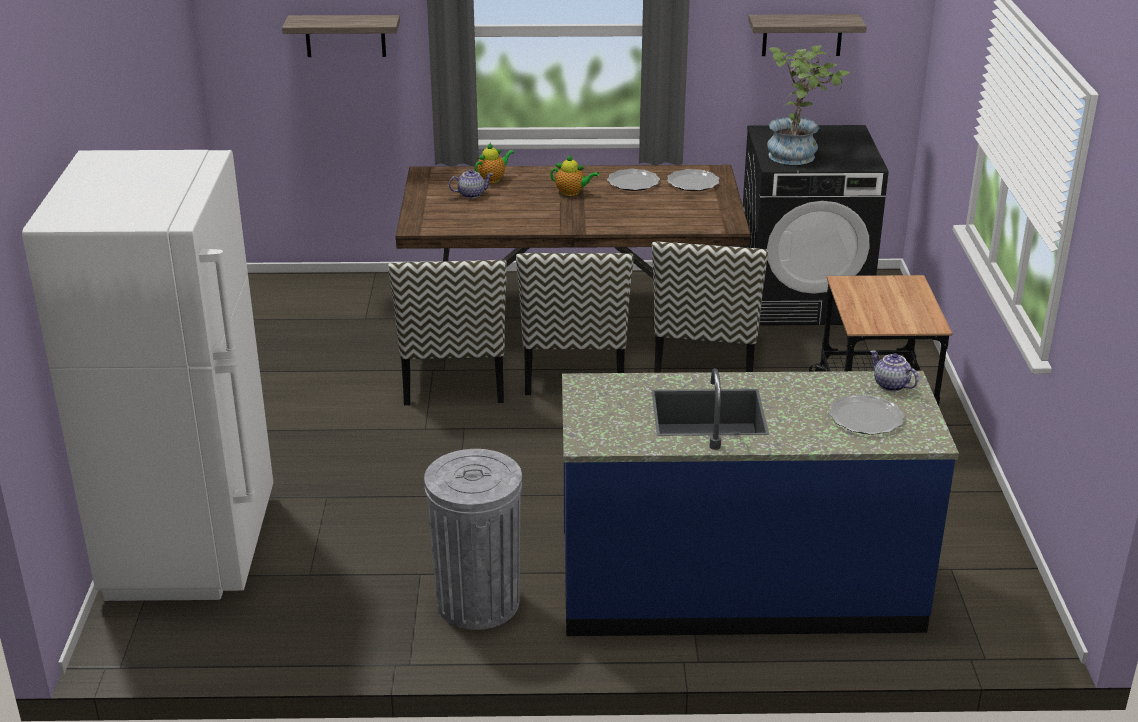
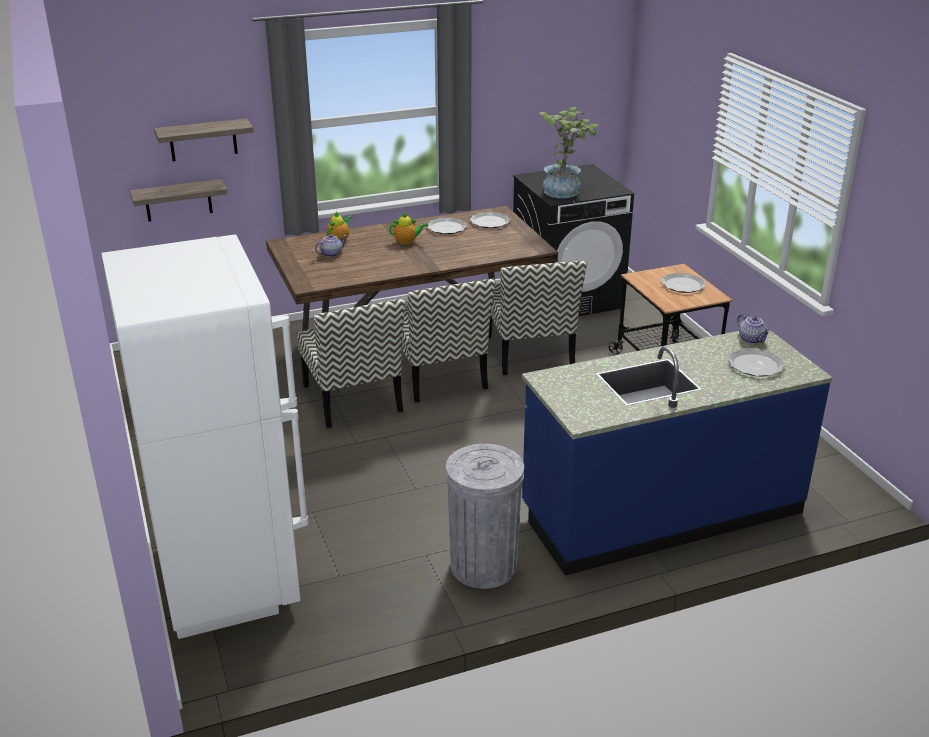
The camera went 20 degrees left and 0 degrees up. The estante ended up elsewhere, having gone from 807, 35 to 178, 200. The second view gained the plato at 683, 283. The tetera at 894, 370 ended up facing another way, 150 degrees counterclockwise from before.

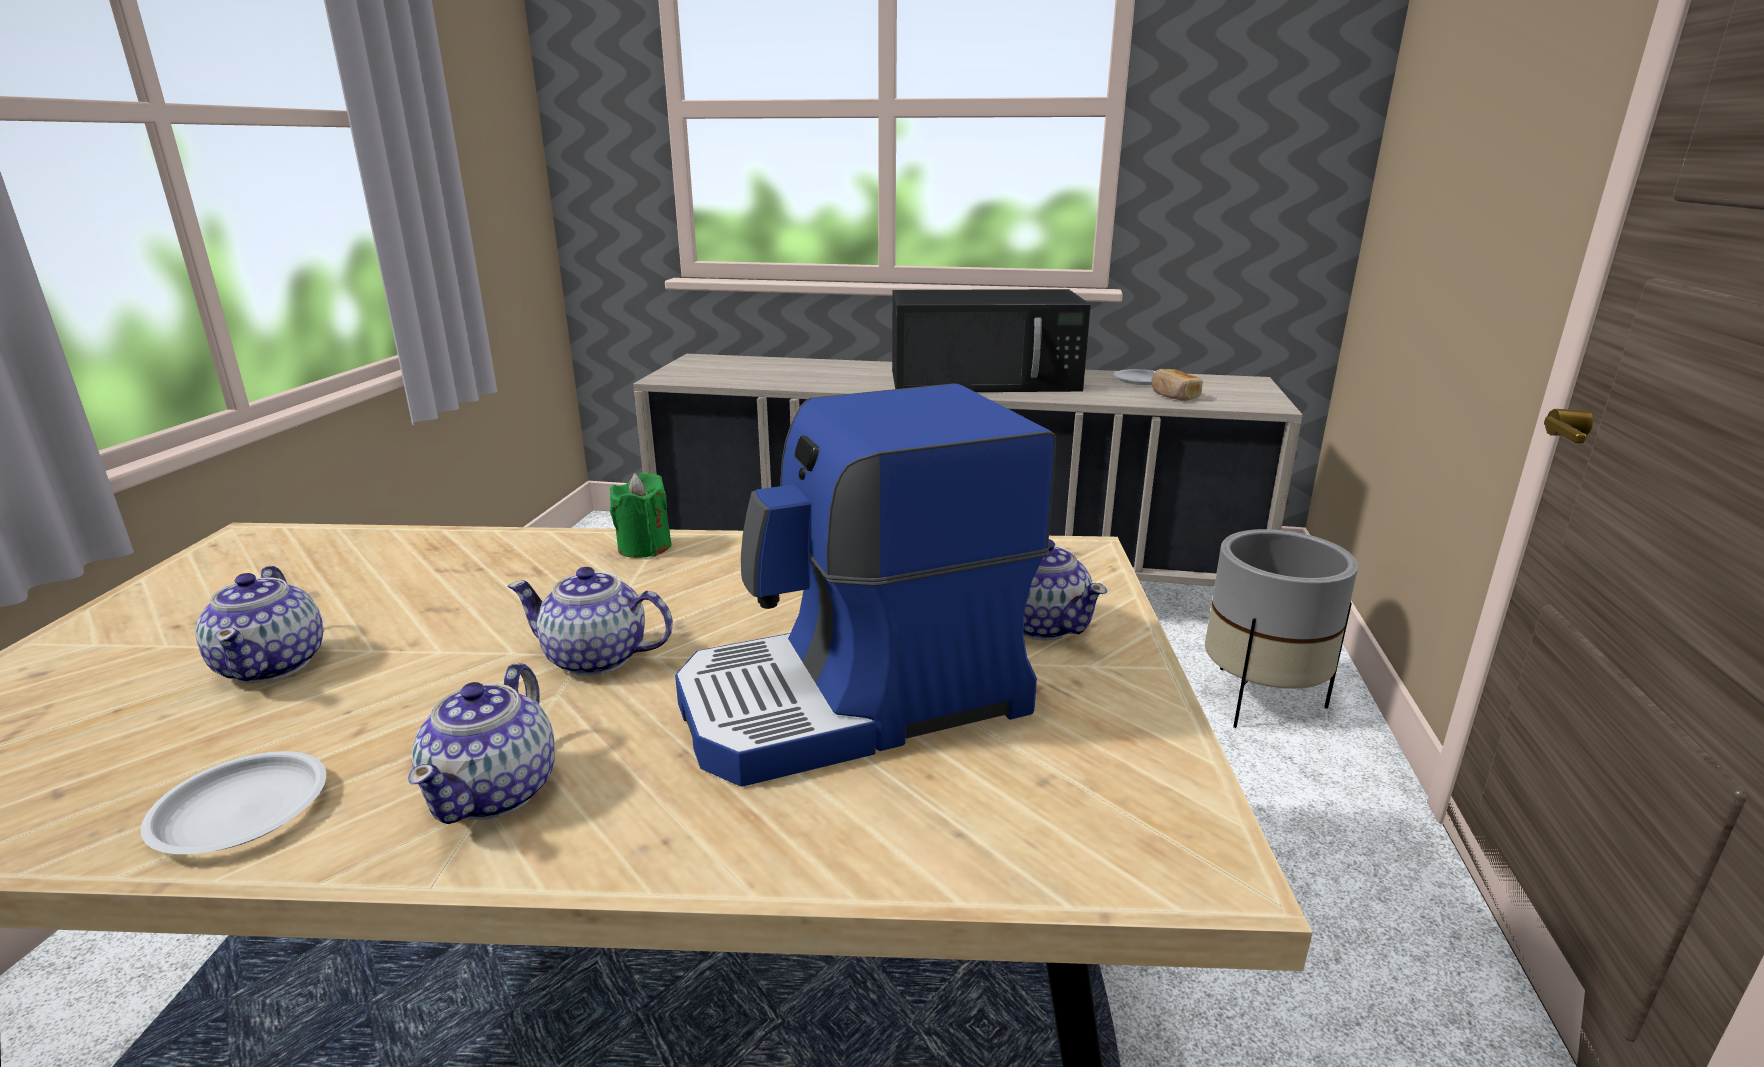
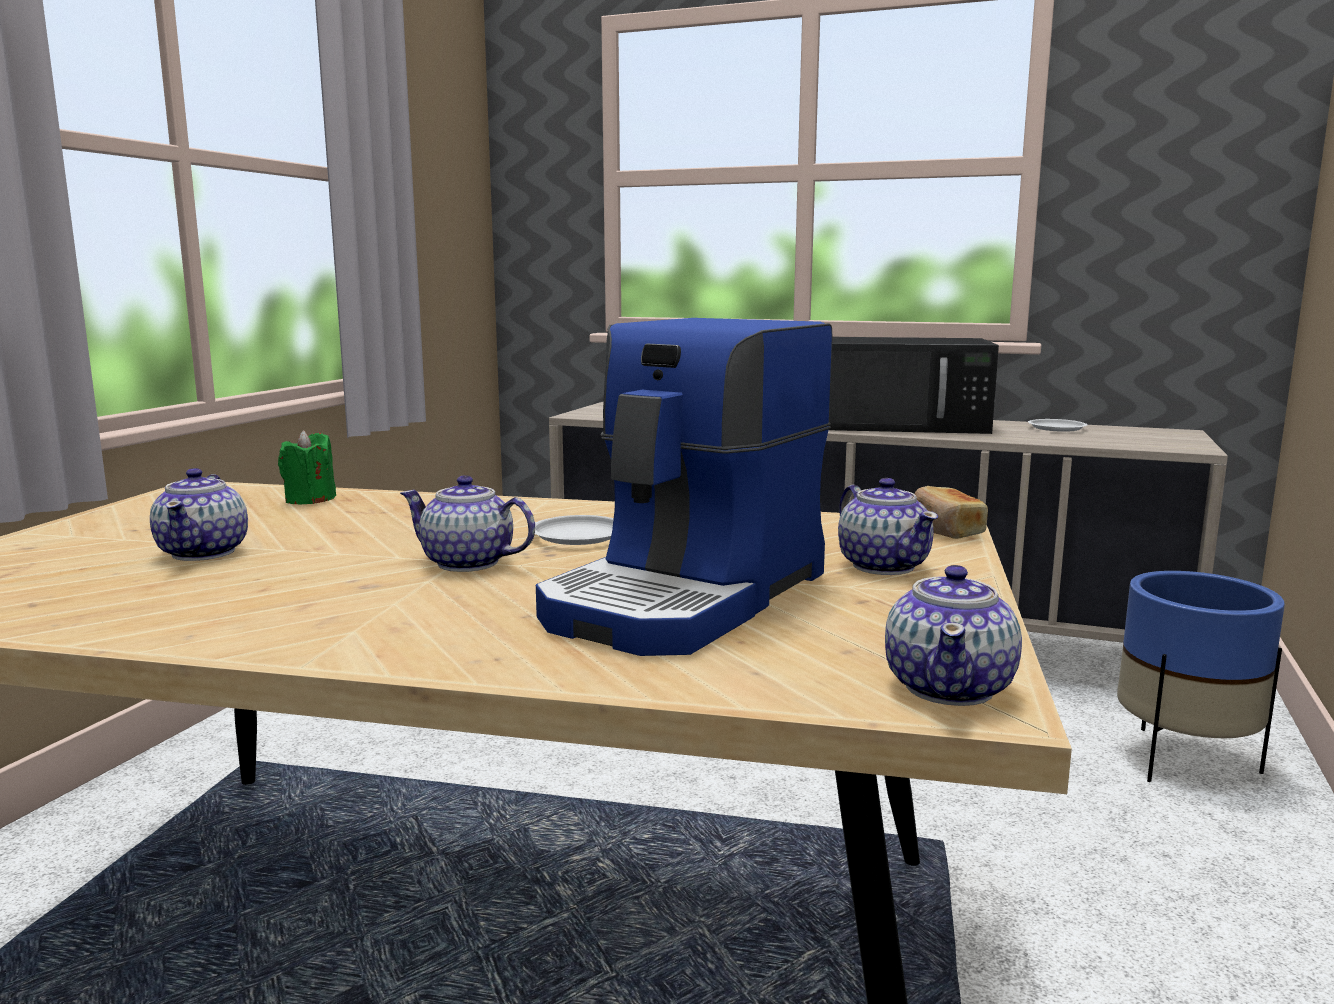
The camera went 10 degrees right and 10 degrees down. The vela/verde ended up elsewhere, having gone from 641, 515 to 307, 467. The plato/blanco ended up elsewhere, having gone from 233, 802 to 574, 530. The cafetera at 865, 585 ended up facing another way, 45 degrees counterclockwise from before. The tetera ended up elsewhere, having gone from 481, 743 to 953, 635. The pan ended up elsewhere, having gone from 1177, 385 to 951, 512. What was the maceta/gris at 1281, 628 turned into the maceta/azul at 1201, 676.

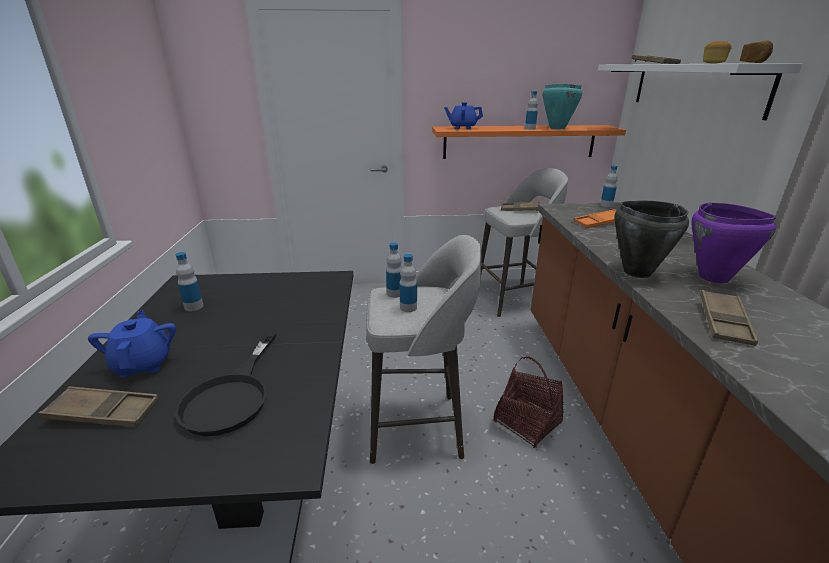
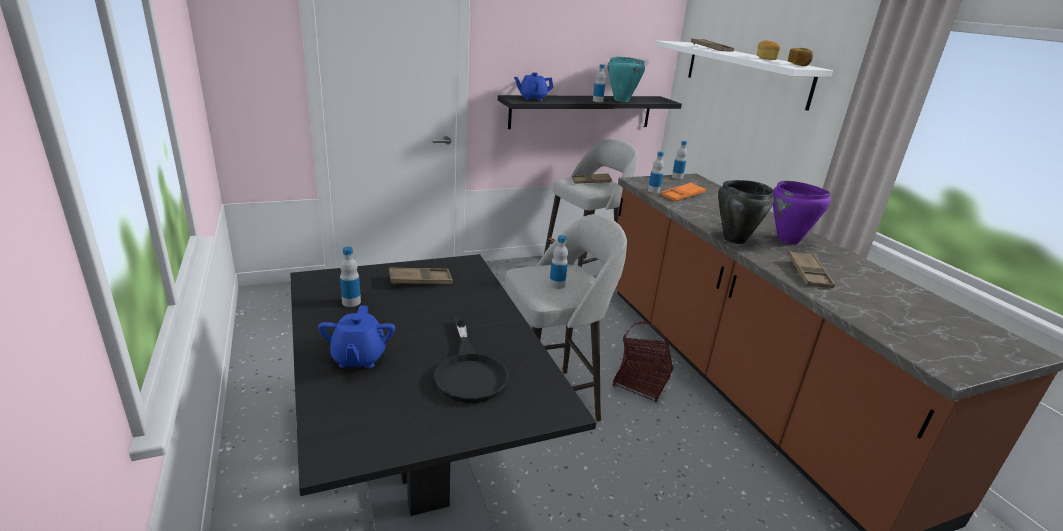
The camera went 20 degrees left and 0 degrees up. The tetera/azul at 132, 344 ended up facing another way, 150 degrees counterclockwise from before. The bandeja/marrón ended up elsewhere, having gone from 98, 406 to 421, 276. What was the estante/naranja at 529, 142 turned into the estante/negro at 590, 112. The botella ended up elsewhere, having gone from 394, 270 to 656, 172.

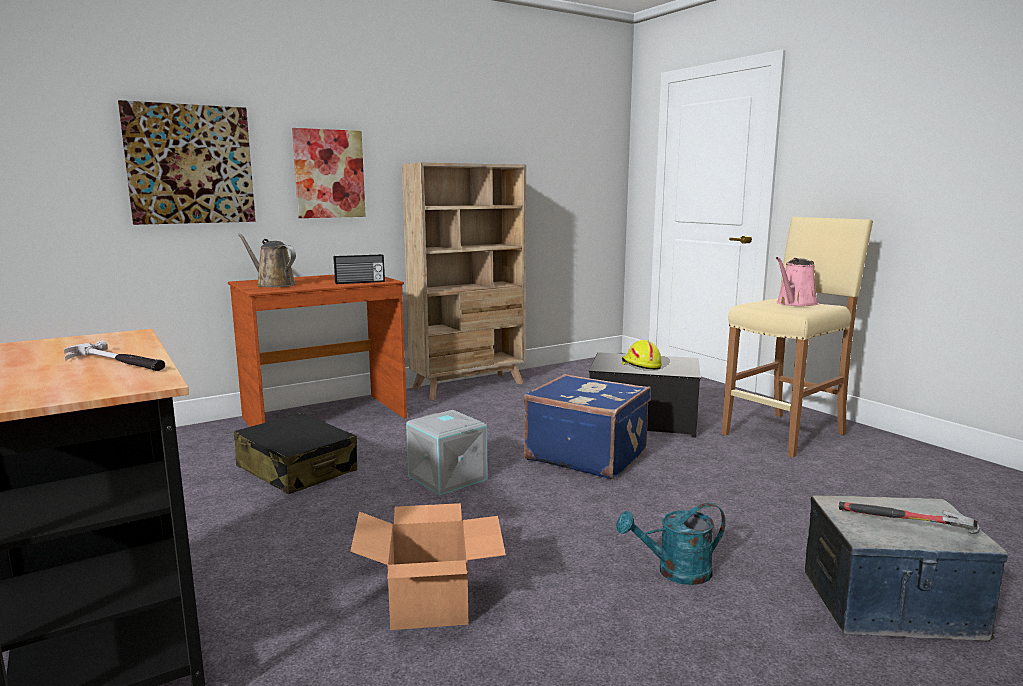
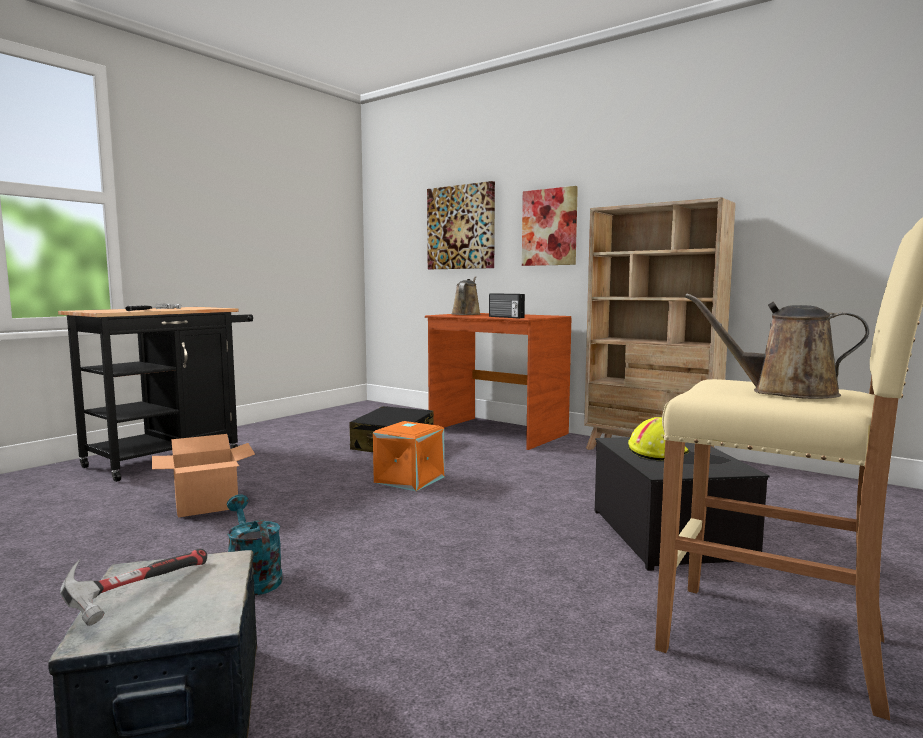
The camera went 70 degrees right and 5 degrees down. What was the caja de almacenaje/gris at 447, 453 turned into the caja de almacenaje/naranja at 409, 456. What was the regadera/rosa at 797, 281 turned into the regadera/marrón at 777, 346. The second view lost the maleta/azul at 587, 426.

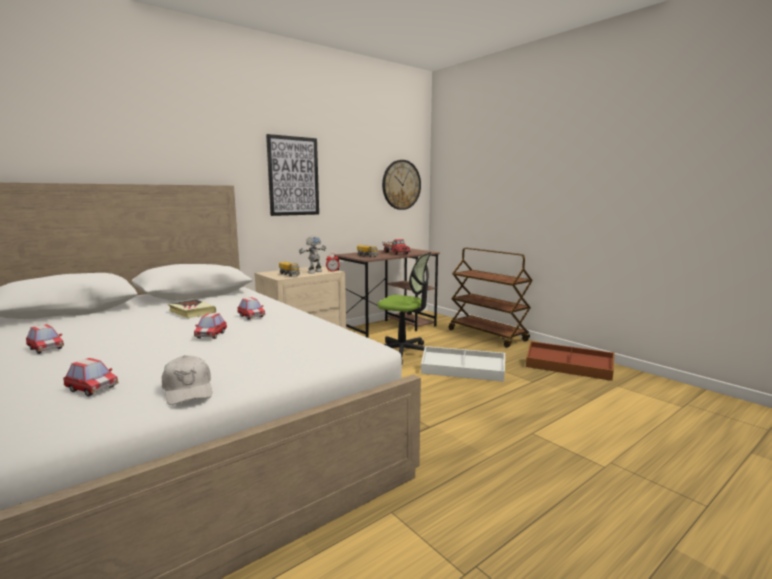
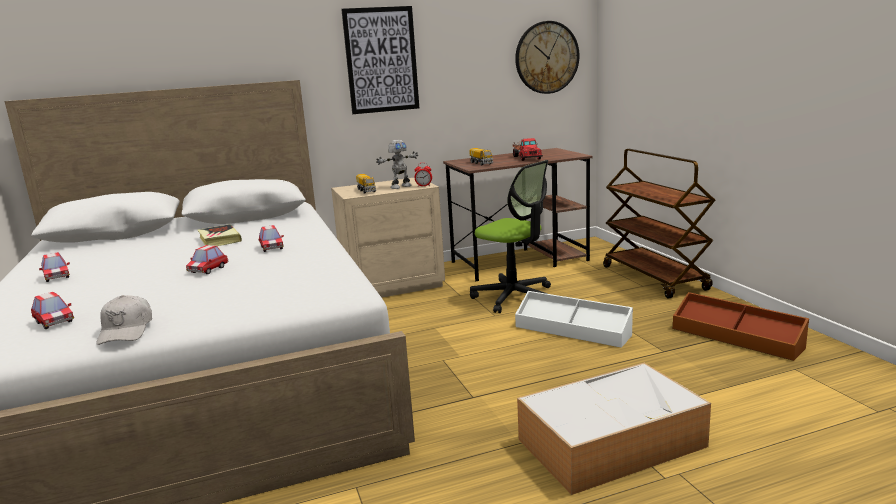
The camera went 20 degrees right and 5 degrees up. The second view gained the caja de almacenaje at 614, 429.

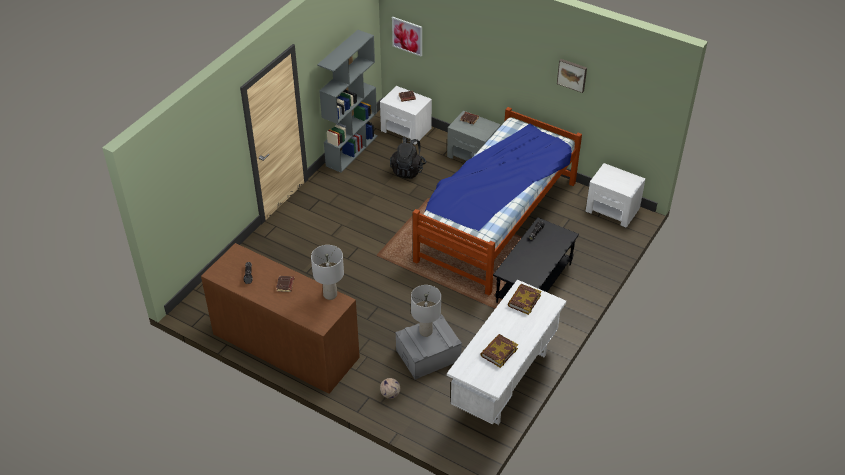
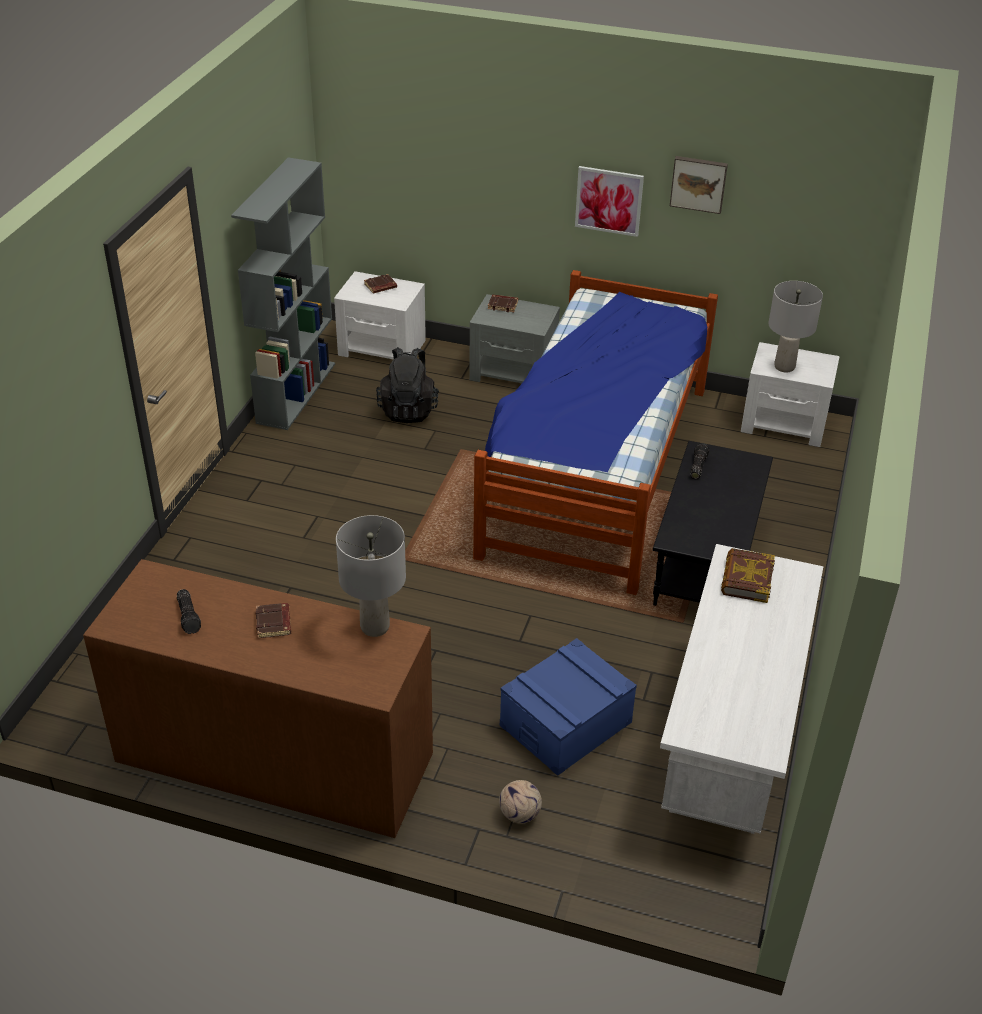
The camera went 15 degrees left and 5 degrees down. What was the caja de almacenaje/gris at 428, 346 turned into the caja de almacenaje/azul at 568, 707. The cuadro ended up elsewhere, having gone from 407, 37 to 609, 201. The lámpara de mesa/gris ended up elsewhere, having gone from 426, 311 to 795, 326. The second view lost the libro at 499, 351.

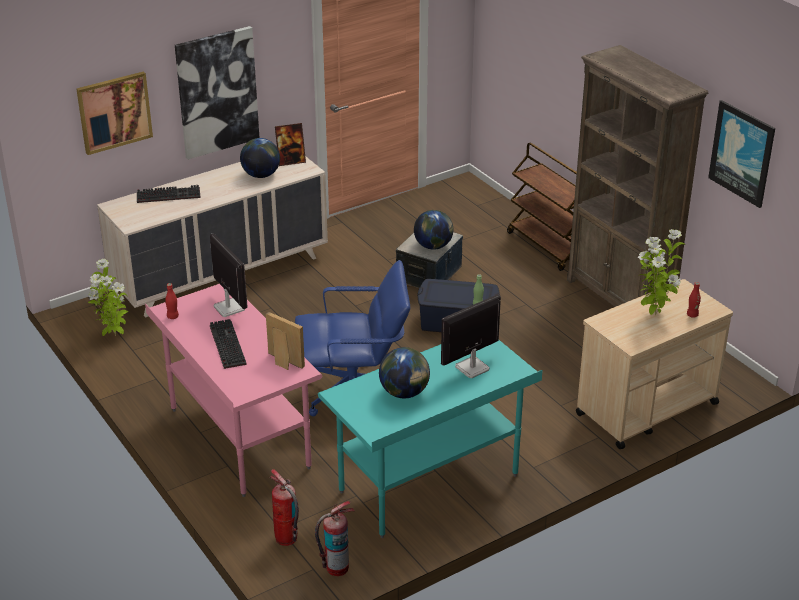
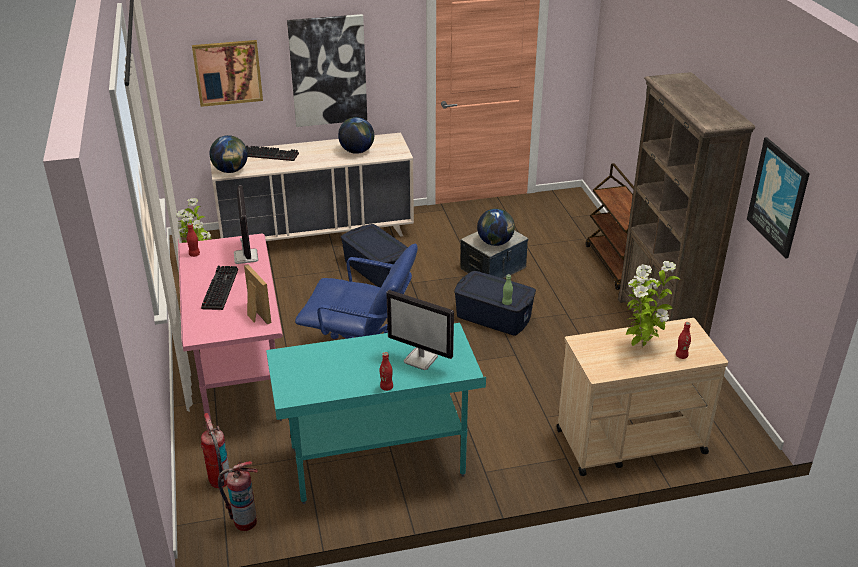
The camera went 20 degrees right and 0 degrees up. The globo terráqueo ended up elsewhere, having gone from 404, 372 to 229, 154. The second view gained the caja de almacenaje/azul at 374, 256. The second view gained the botella/rojo at 386, 371. The monitor at 471, 336 ended up facing another way, 135 degrees counterclockwise from before. The second view lost the portarretratos at 290, 144.

